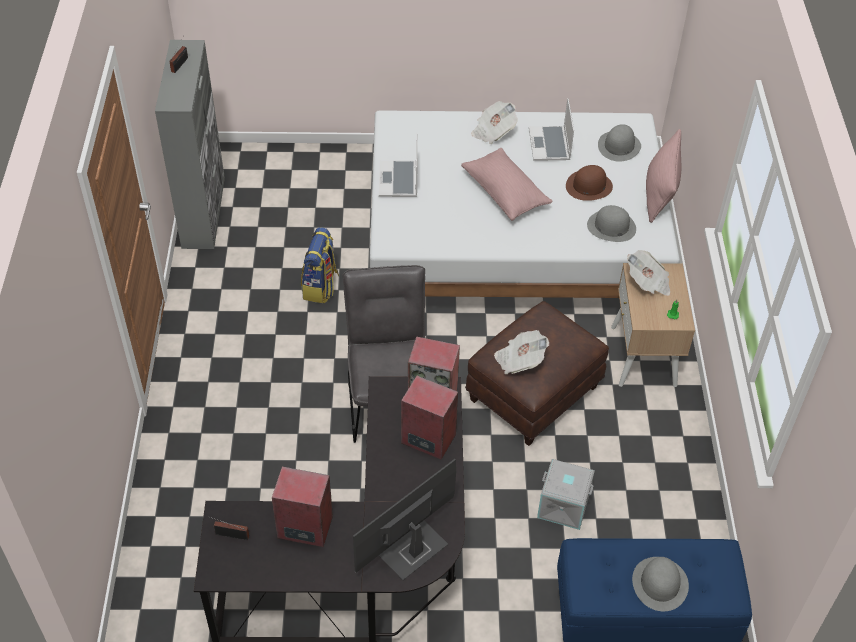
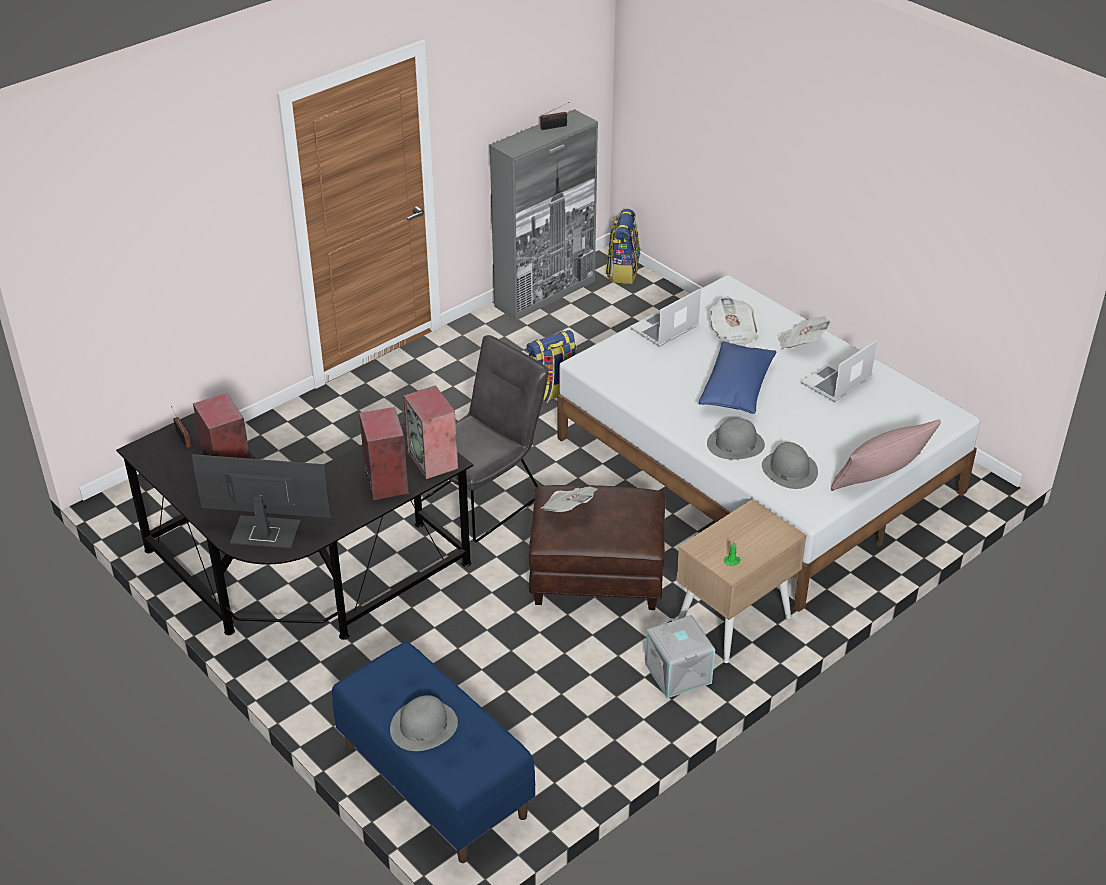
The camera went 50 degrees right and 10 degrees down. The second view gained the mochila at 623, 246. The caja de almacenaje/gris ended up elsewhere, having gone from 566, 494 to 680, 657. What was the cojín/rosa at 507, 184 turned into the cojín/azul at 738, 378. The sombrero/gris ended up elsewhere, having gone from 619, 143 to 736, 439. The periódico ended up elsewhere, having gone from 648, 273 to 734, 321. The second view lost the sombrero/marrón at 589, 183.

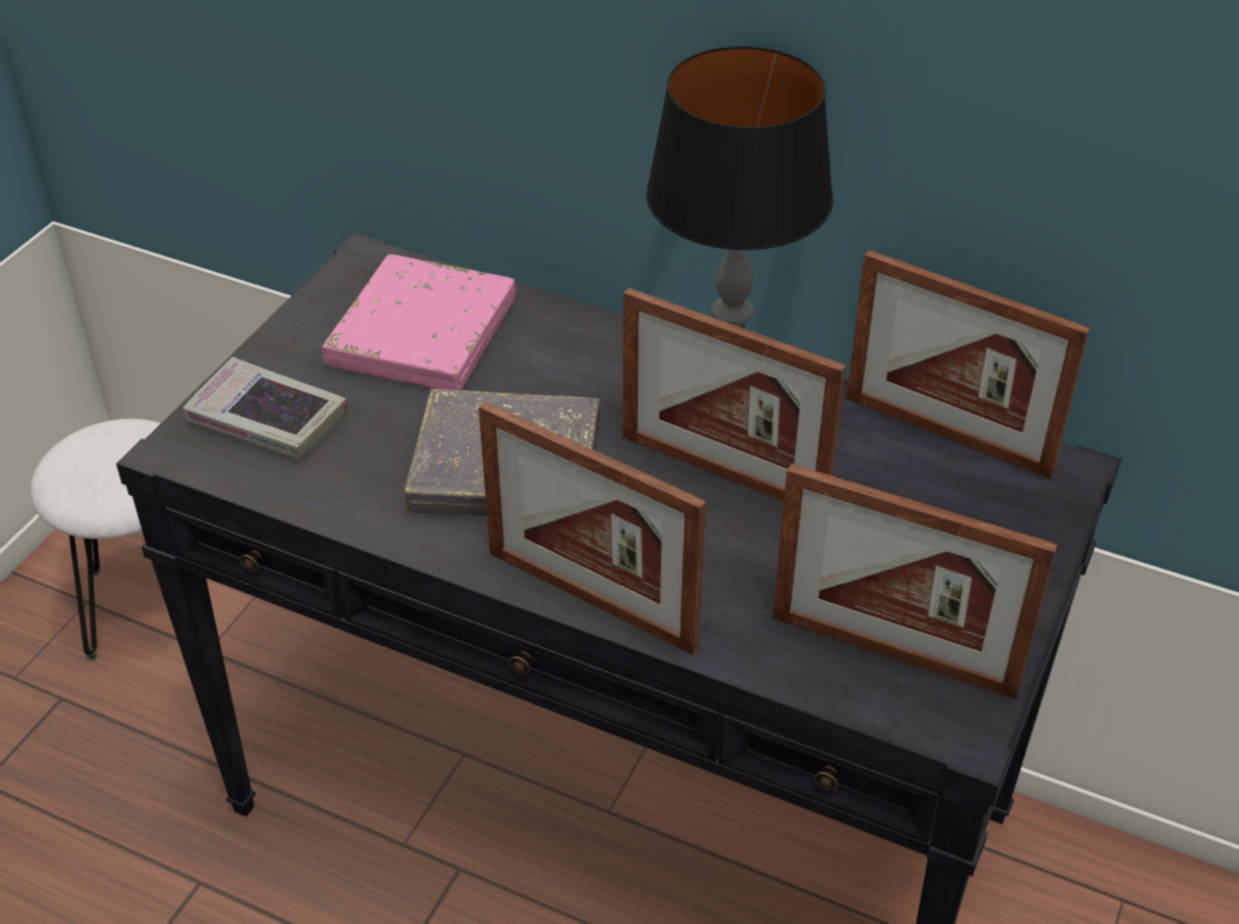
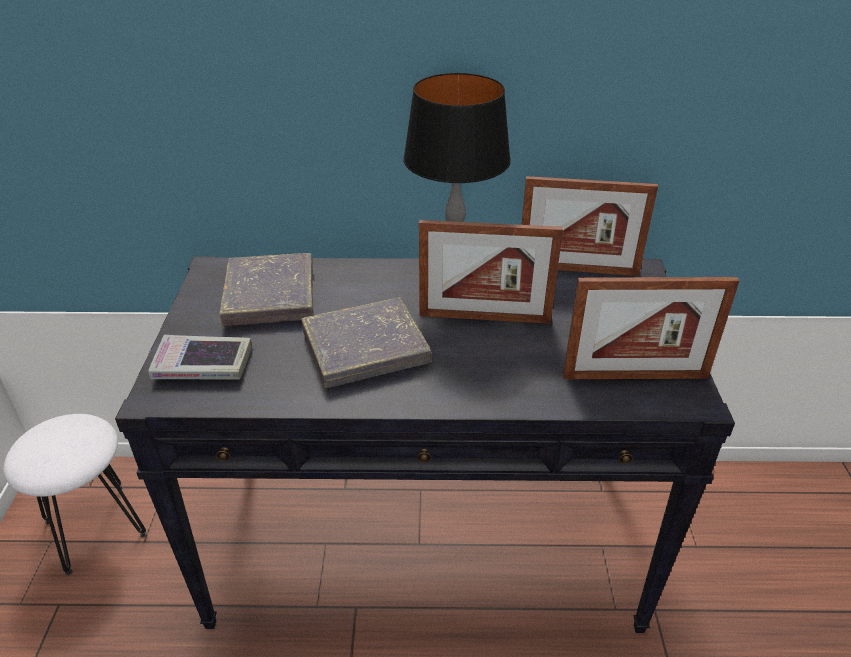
The camera went 25 degrees left and 5 degrees down. What was the libro/rosa at 419, 322 turned into the libro/gris at 266, 289. The second view lost the portarretratos at 592, 528.

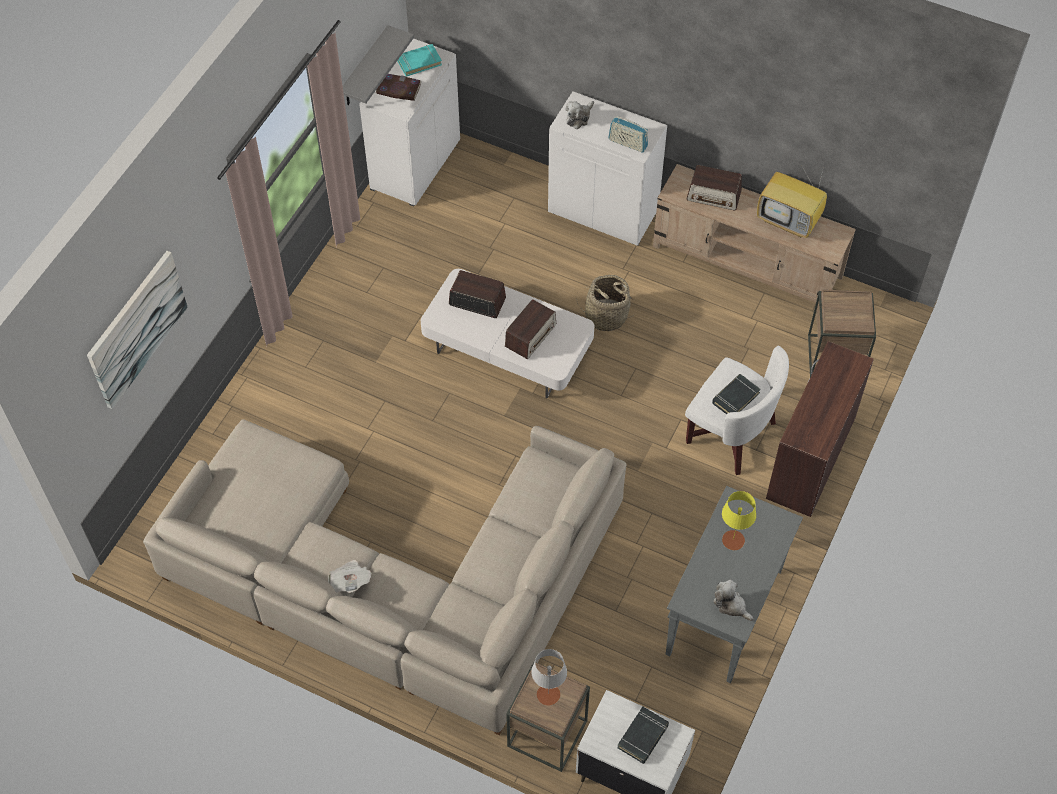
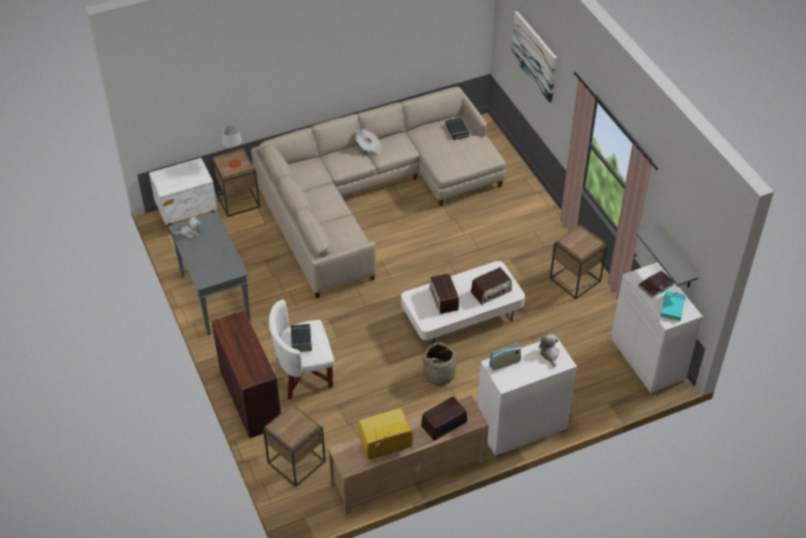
The camera went 130 degrees right and 10 degrees down. The libro/negro ended up elsewhere, having gone from 643, 735 to 457, 128. The second view gained the mesa auxiliar/marrón at 578, 262. The second view lost the lámpara de mesa/amarillo at 739, 520.

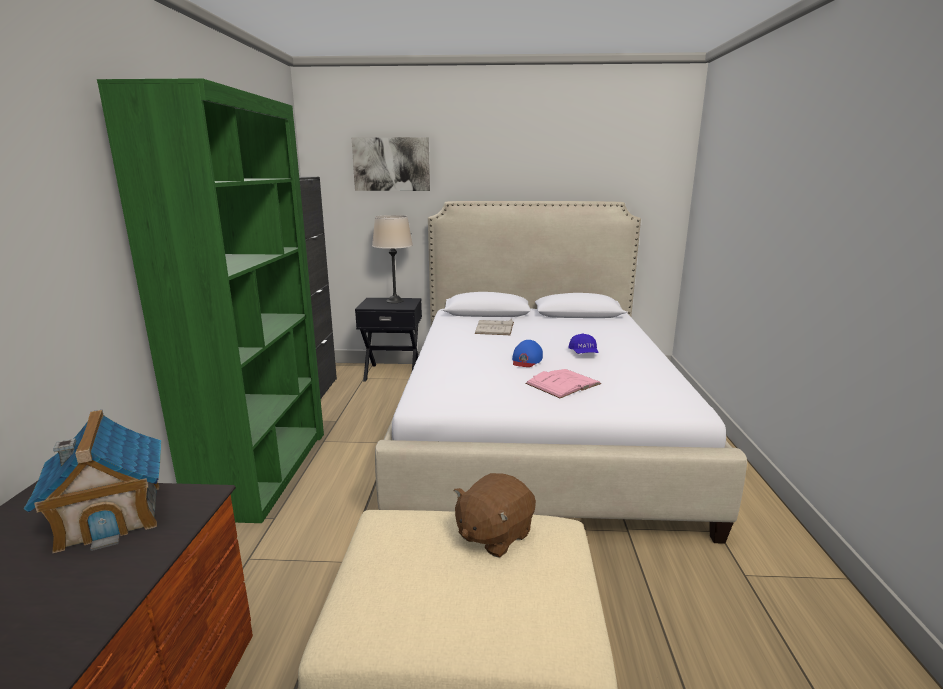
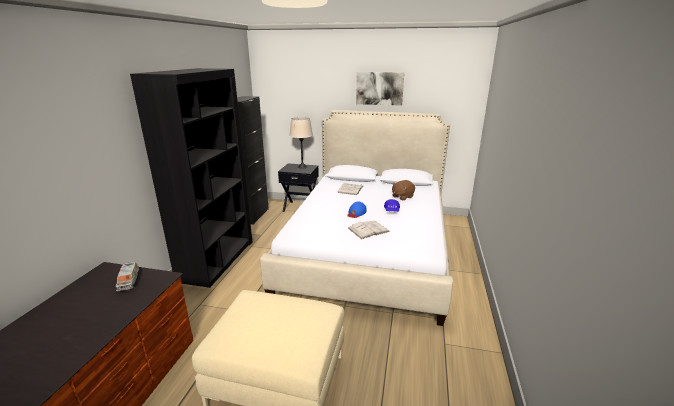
The camera went 10 degrees right and 5 degrees up. Where the casita stood at 92, 482, the camión de juguete came to stand at 127, 277. What was the estantería/verde at 210, 300 turned into the estantería/negro at 191, 178. What was the libro/rosa at 563, 383 turned into the libro/blanco at 369, 230. The cuadro ended up elsewhere, having gone from 391, 164 to 380, 89. The peluche/marrón ended up elsewhere, having gone from 495, 515 to 403, 190.

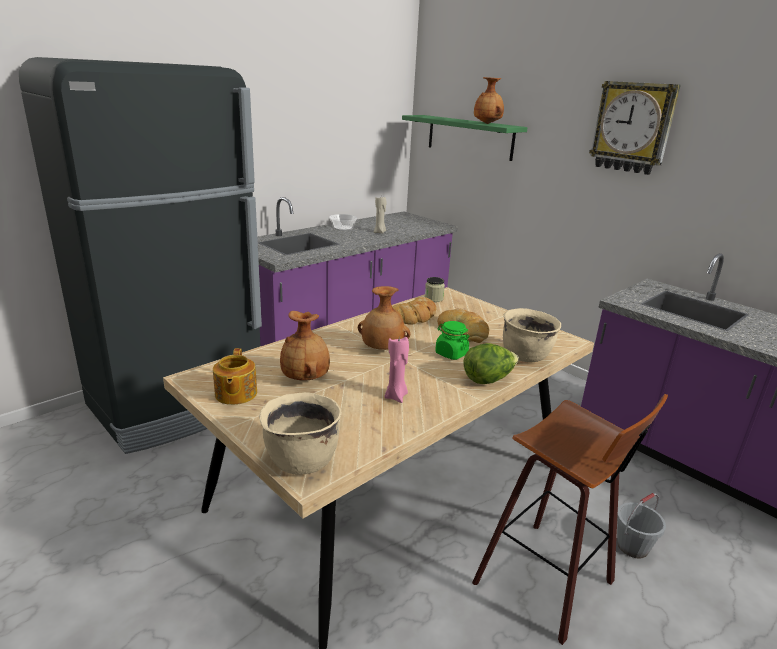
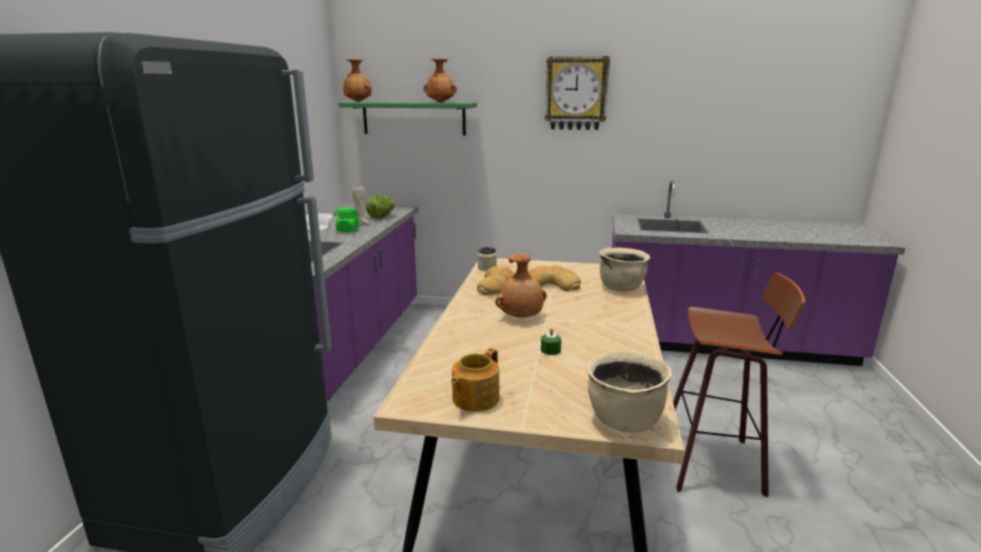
The camera went 35 degrees left and 5 degrees down. The tarro/verde ended up elsewhere, having gone from 452, 340 to 347, 219. The florero/marrón ended up elsewhere, having gone from 305, 345 to 357, 80. The lechuga ended up elsewhere, having gone from 491, 363 to 380, 207. The tetera at 235, 376 ended up facing another way, 75 degrees clockwise from before. The second view gained the vela/verde at 551, 341. The second view lost the vela/rosa at 396, 370. The second view lost the cubo/gris at 641, 526.

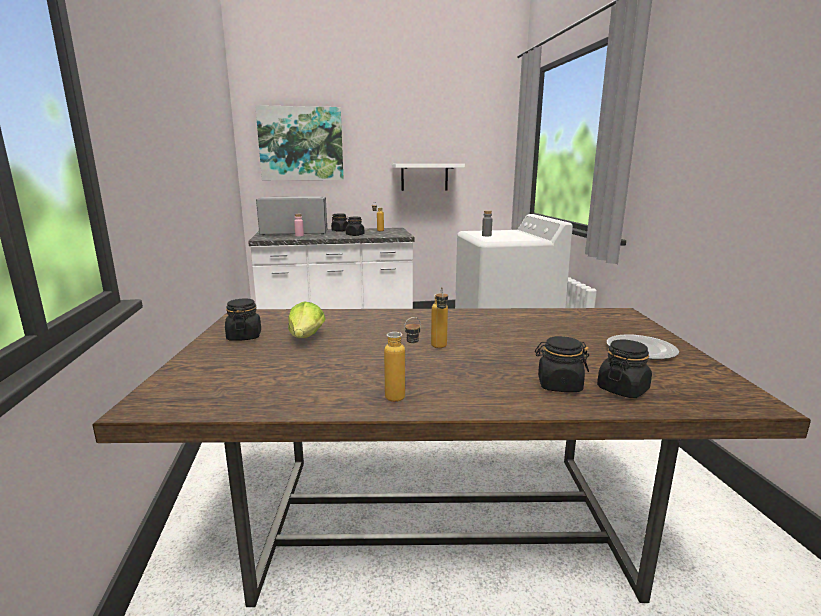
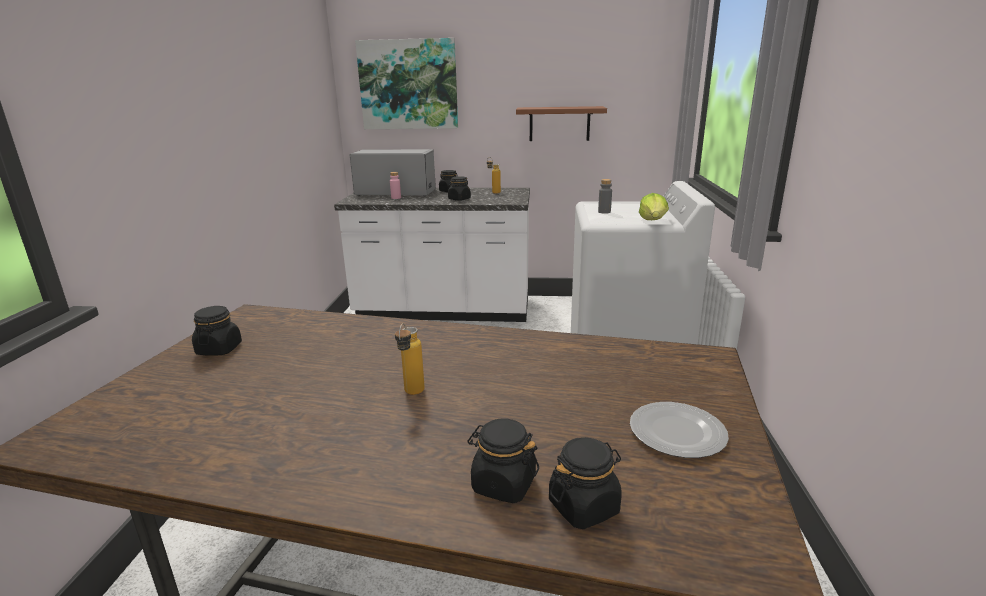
The camera went 15 degrees right and 5 degrees up. What was the estante/blanco at 428, 177 turned into the estante/marrón at 561, 123. The lechuga ended up elsewhere, having gone from 307, 319 to 654, 206. The second view lost the botella at 402, 359.

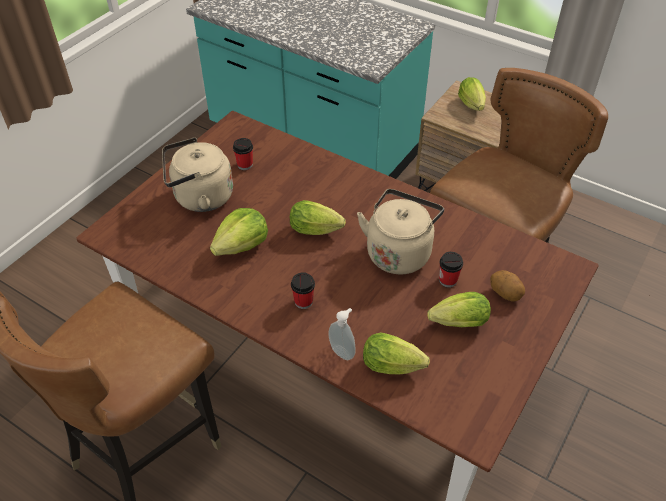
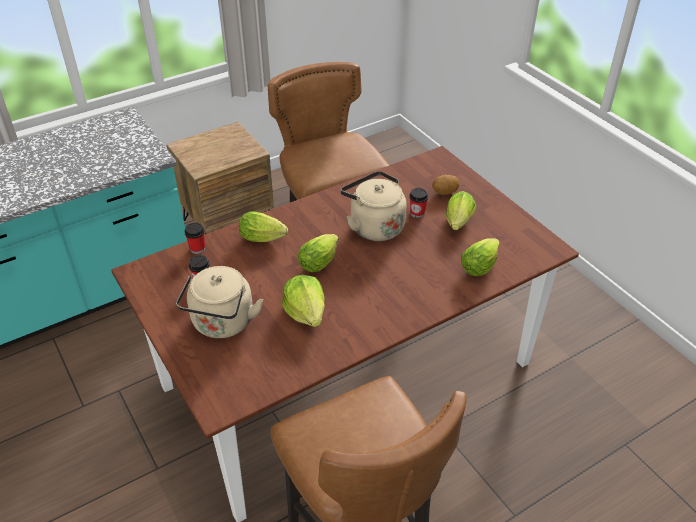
The camera went 65 degrees left and 5 degrees down. The taza ended up elsewhere, having gone from 303, 290 to 194, 238. The lechuga ended up elsewhere, having gone from 472, 94 to 263, 226. The second view lost the dispensador de jabón at 342, 334.

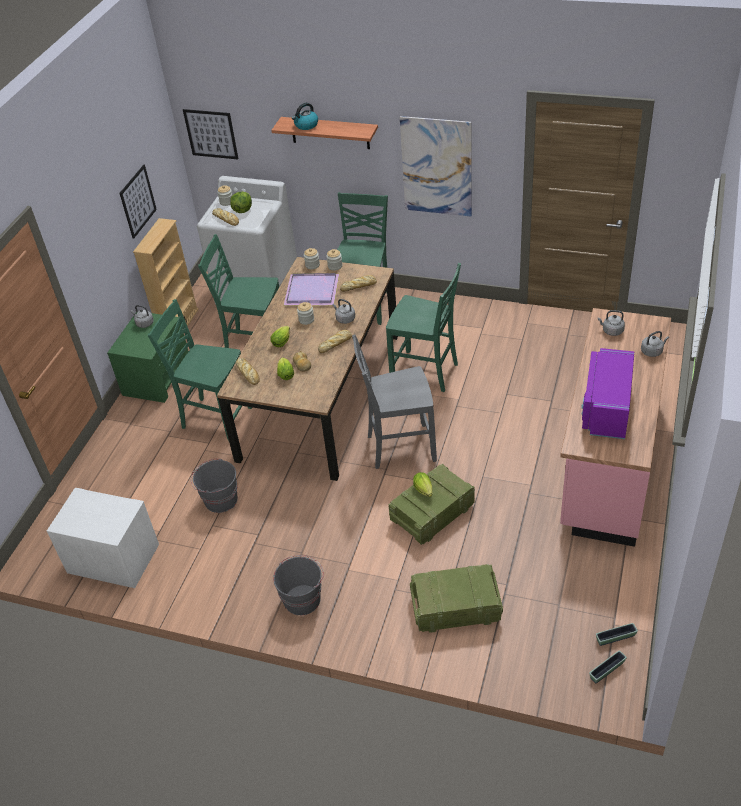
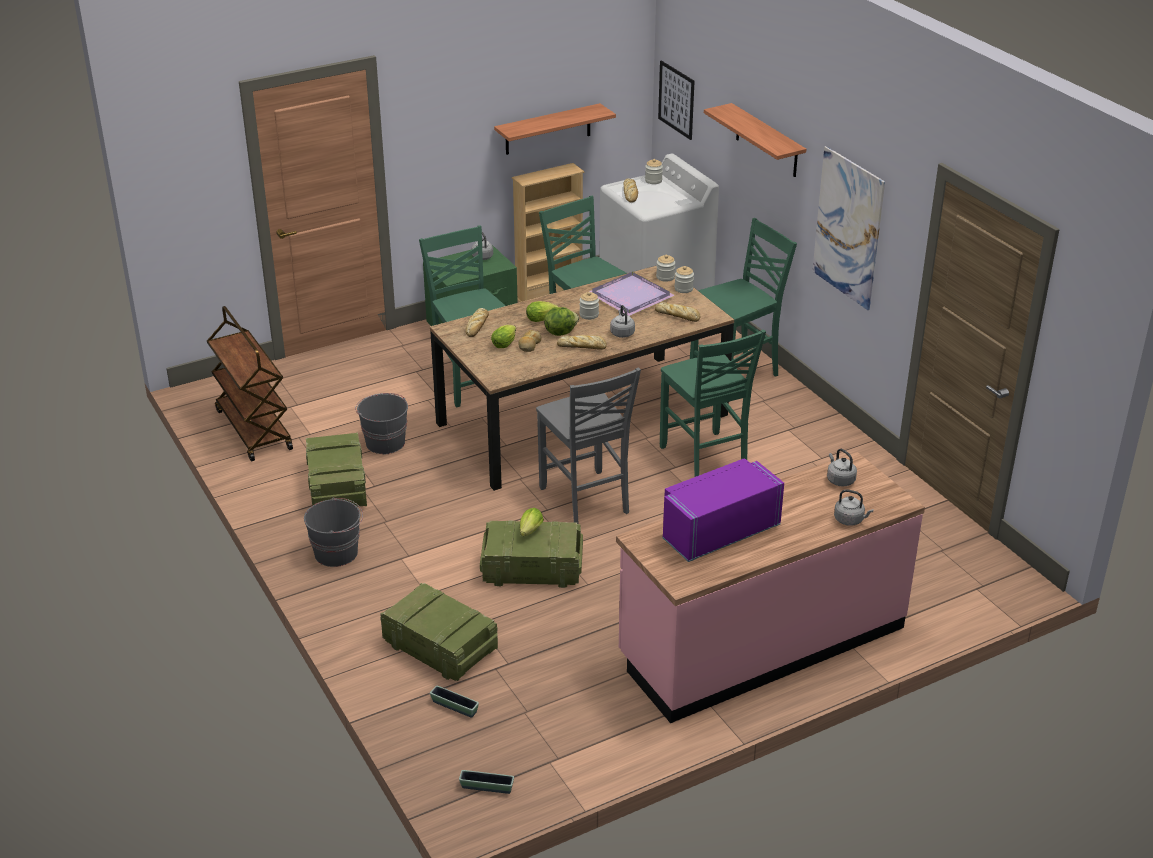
The camera went 40 degrees right and 10 degrees down. Where the mesita de noche/blanco stood at 103, 538, the carrito/marrón came to stand at 250, 383. The second view gained the caja de embalaje at 336, 469. The maceta ended up elsewhere, having gone from 617, 634 to 454, 702. Where the cuadro hung at 138, 202, the estante came to hang at 555, 129. The silla/gris at 394, 402 ended up facing another way, 150 degrees counterclockwise from before. The lechuga ended up elsewhere, having gone from 241, 202 to 561, 321. The second view lost the hervidor at 305, 116.

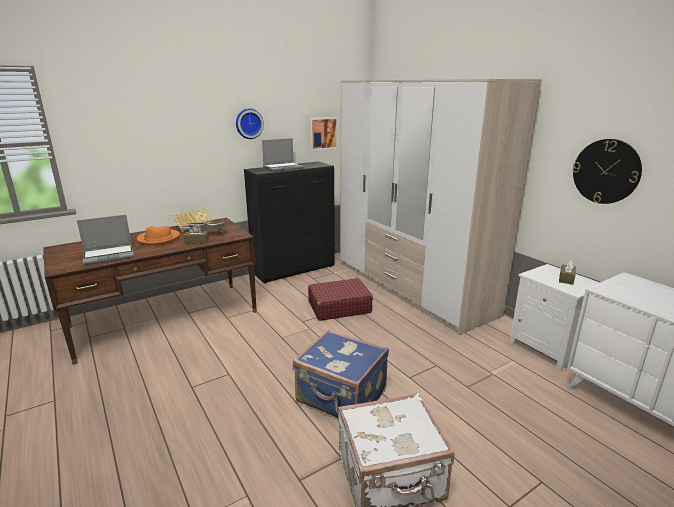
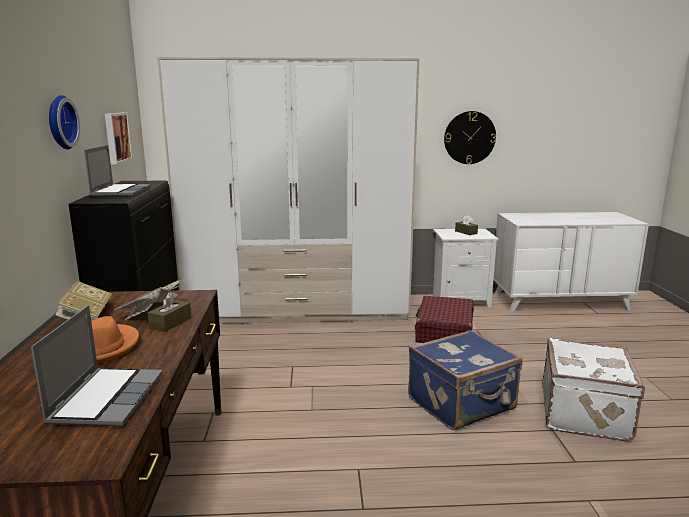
The camera went 60 degrees left and 5 degrees down. The maleta/rojo ended up elsewhere, having gone from 340, 299 to 444, 319.

